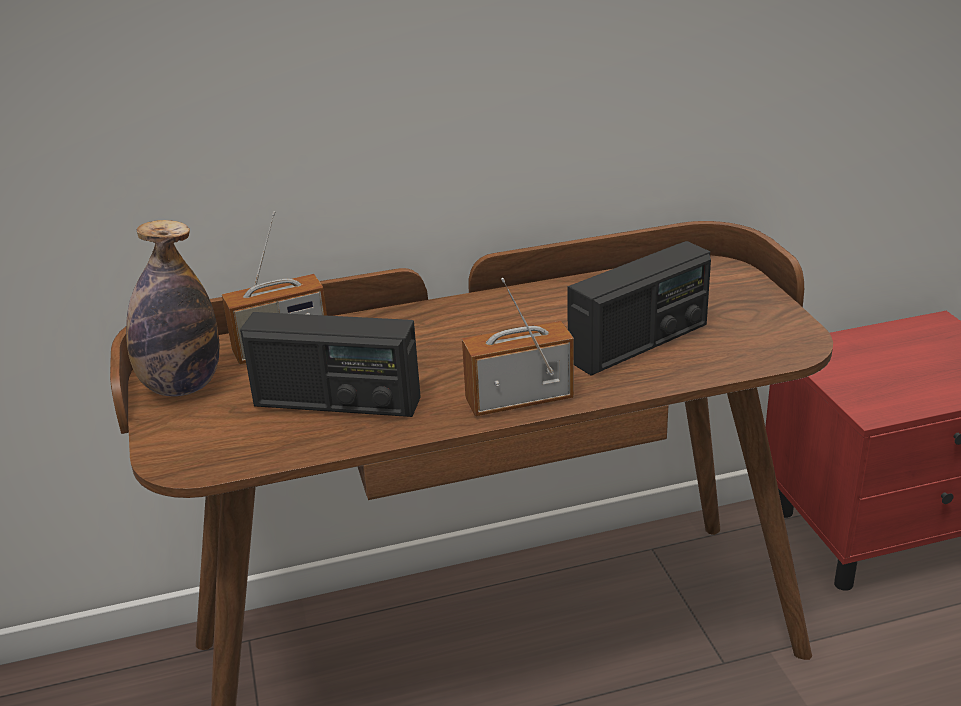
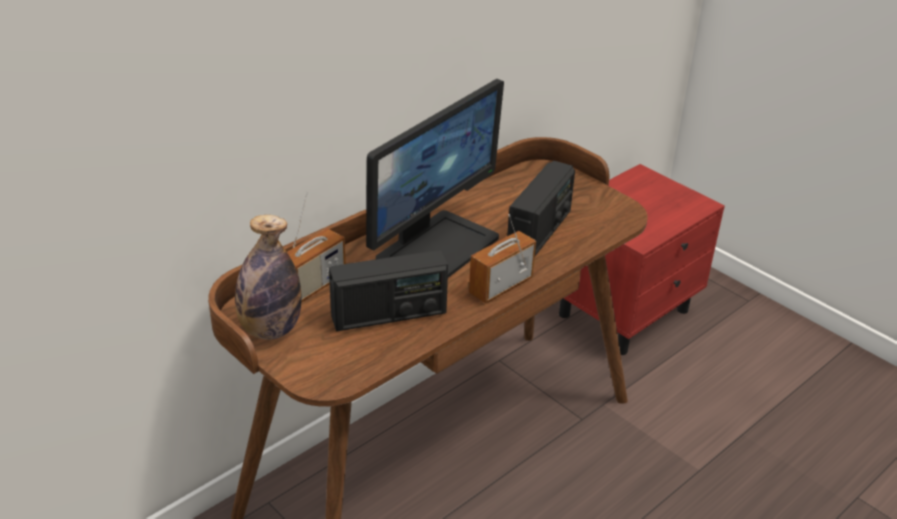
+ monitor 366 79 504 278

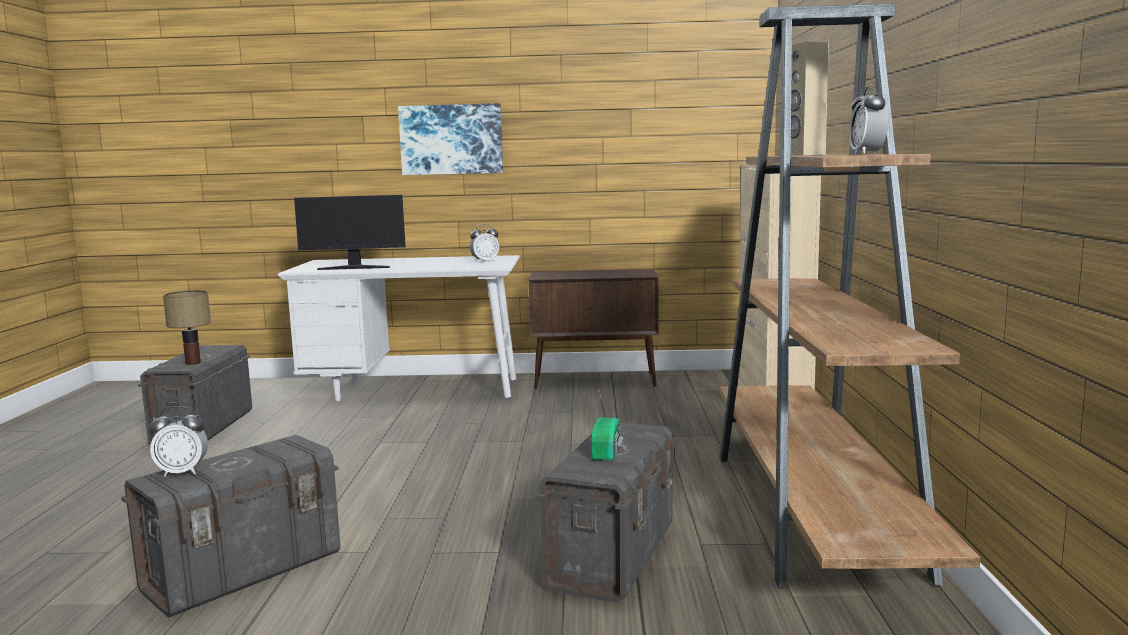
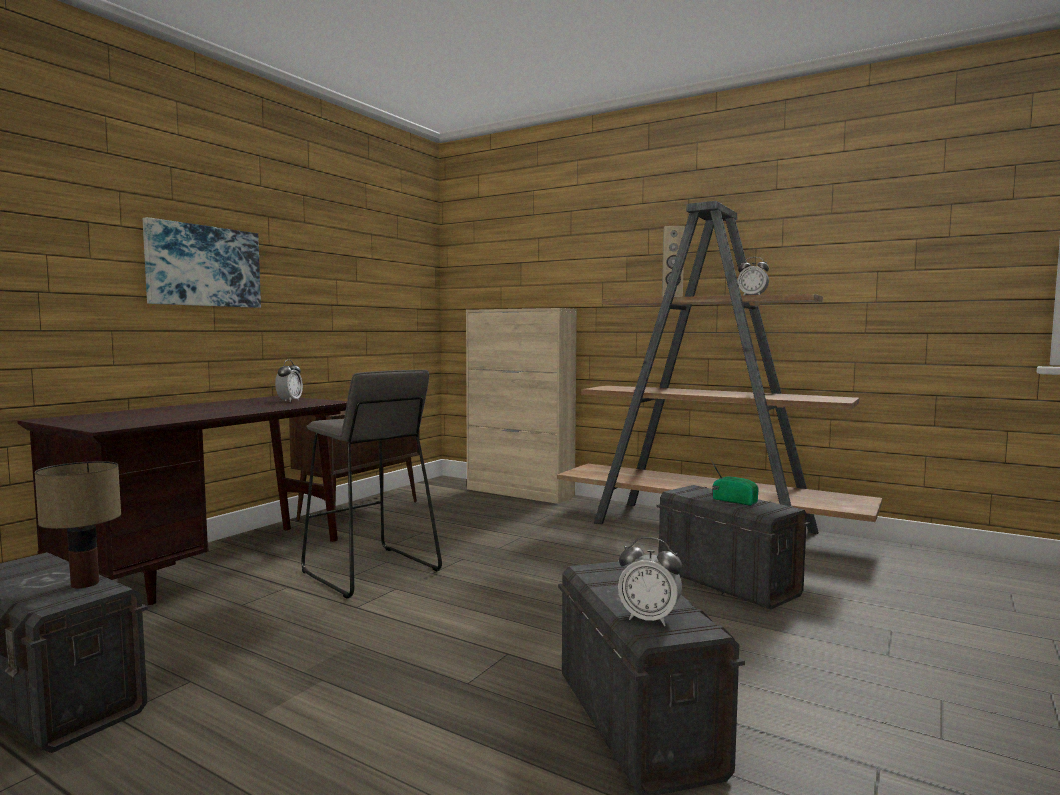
~ biurko (biały) 278 255 520 401 to biurko (brązowy) 17 396 347 605
+ stołek (szary) 301 370 442 599
~ budzik 149 406 208 477 = 618 537 682 626 90 degrees clockwise
- monitor 294 195 406 270

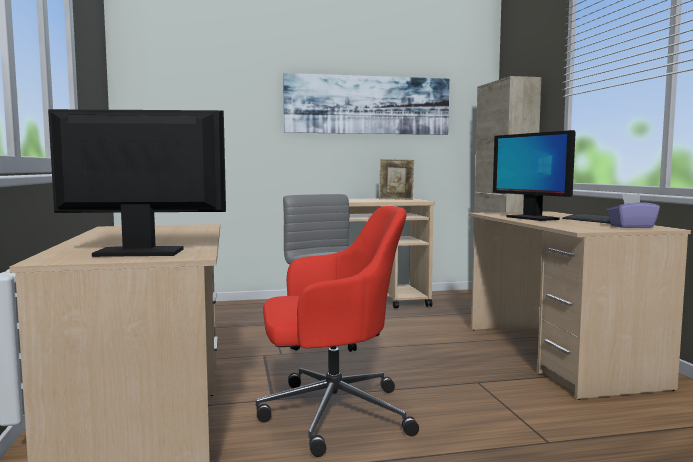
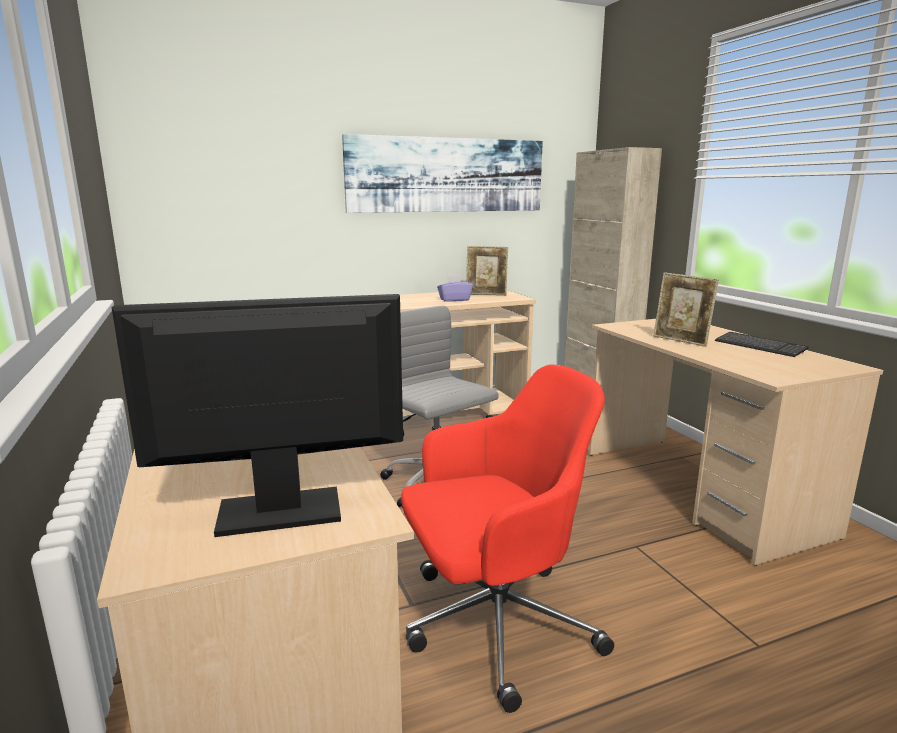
~ pudełko chusteczek (fioletowy) 607 194 660 228 to 437 274 473 302
~ monitor 493 130 576 221 to ramka na zdjęcie 653 272 719 347

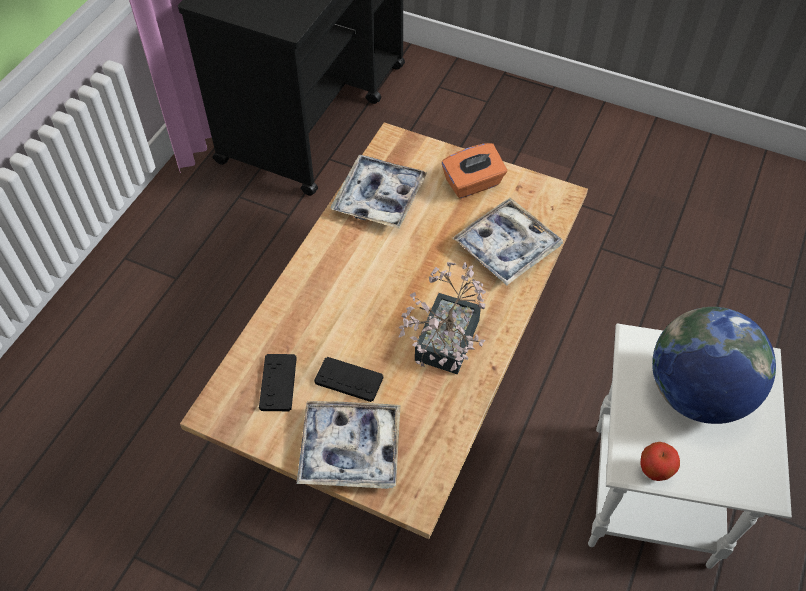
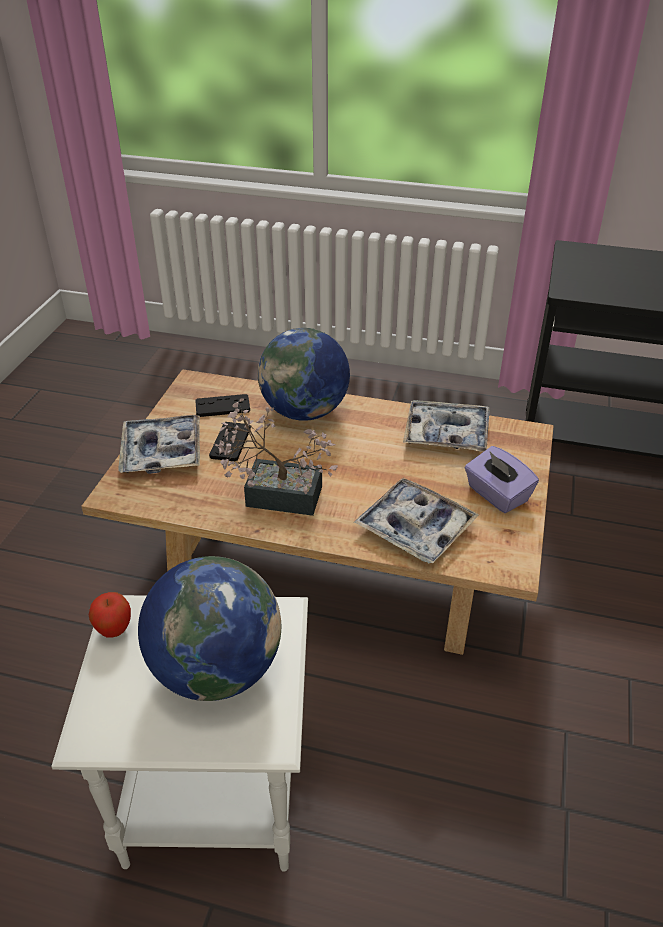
+ globus 258 328 350 421
~ pudełko chusteczek (pomarańczowy) 442 143 507 198 to pudełko chusteczek (fioletowy) 465 446 539 513

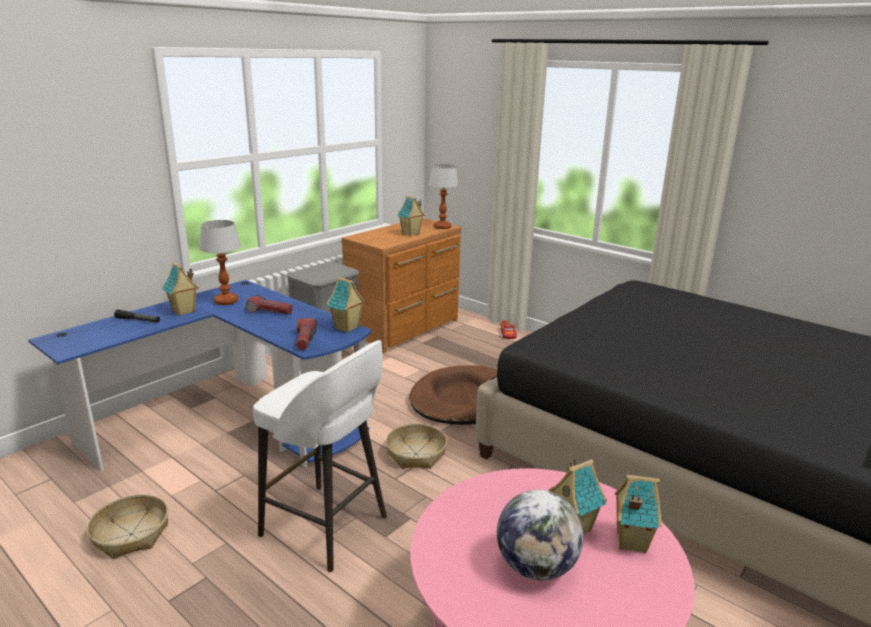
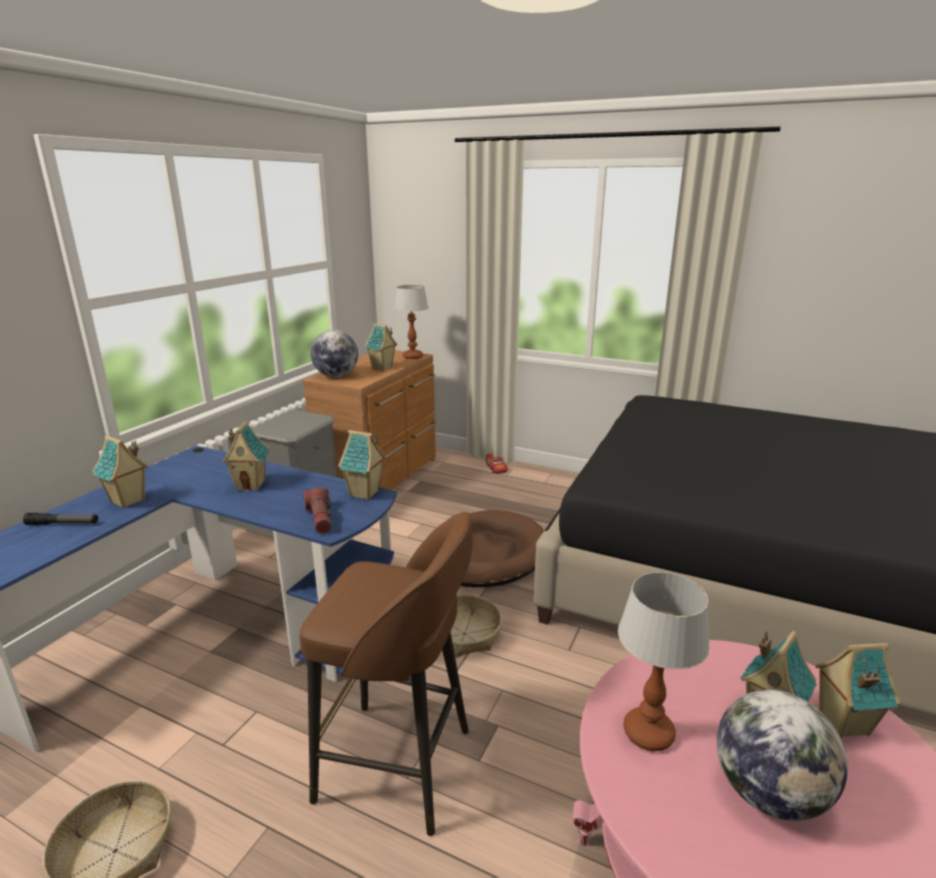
~ latarka 246 295 293 315 to domek 222 421 270 491
~ stołek (biały) 253 340 387 572 to stołek (brązowy) 300 512 473 836
+ globus 310 330 358 377
~ lampa stołowa 199 220 241 305 to 618 572 710 751

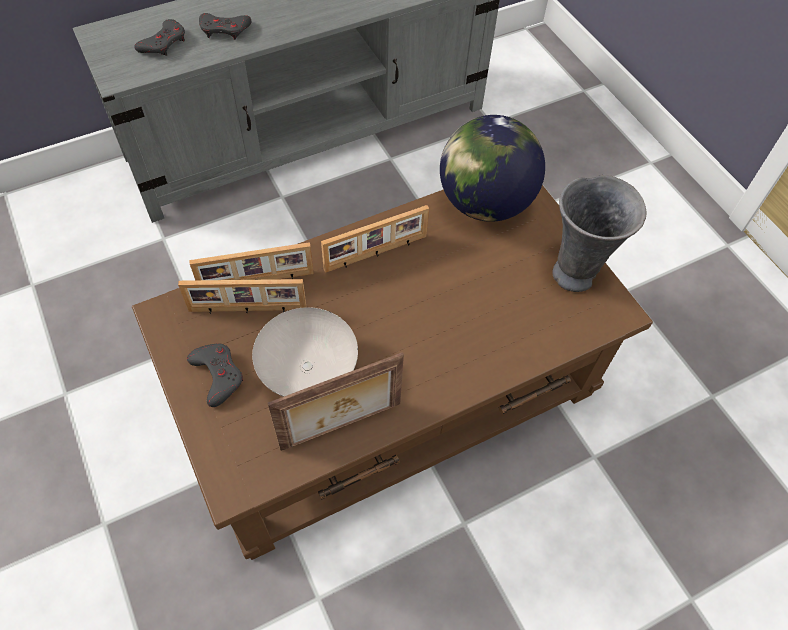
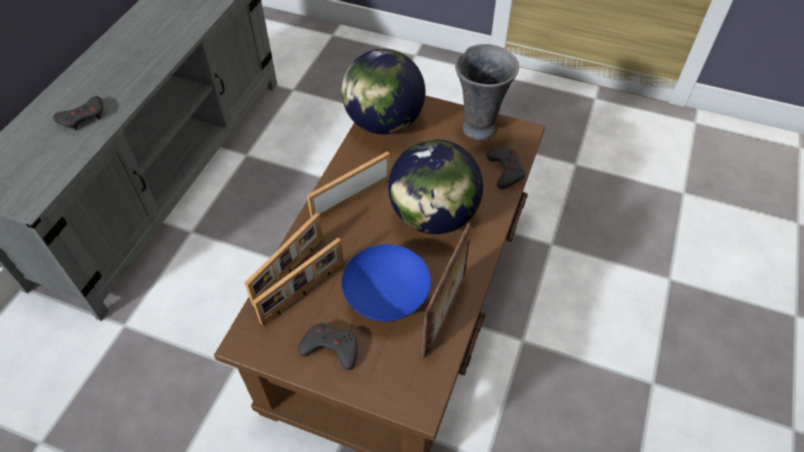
~ ramka na zdjęcie 321 205 429 273 = 307 151 390 218 150 degrees counterclockwise
~ miska (biały) 252 307 358 397 to miska (niebieski) 342 244 431 321
+ globus 388 139 483 234
~ pad do gier (szary) 134 19 185 56 to 486 148 526 189

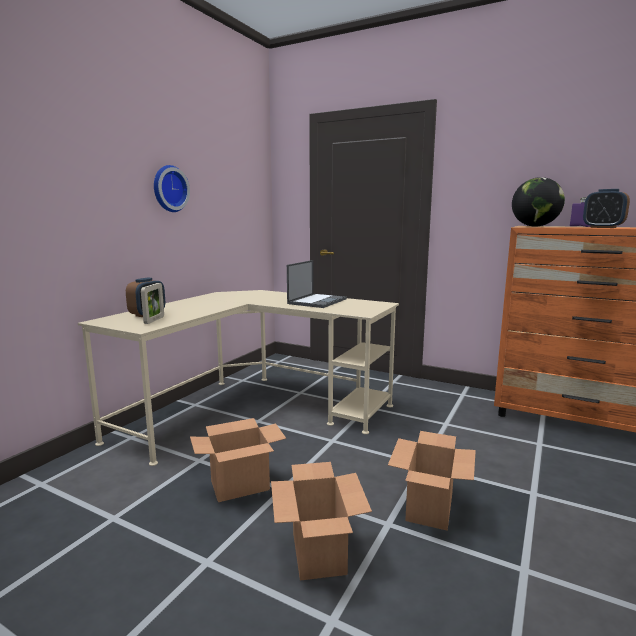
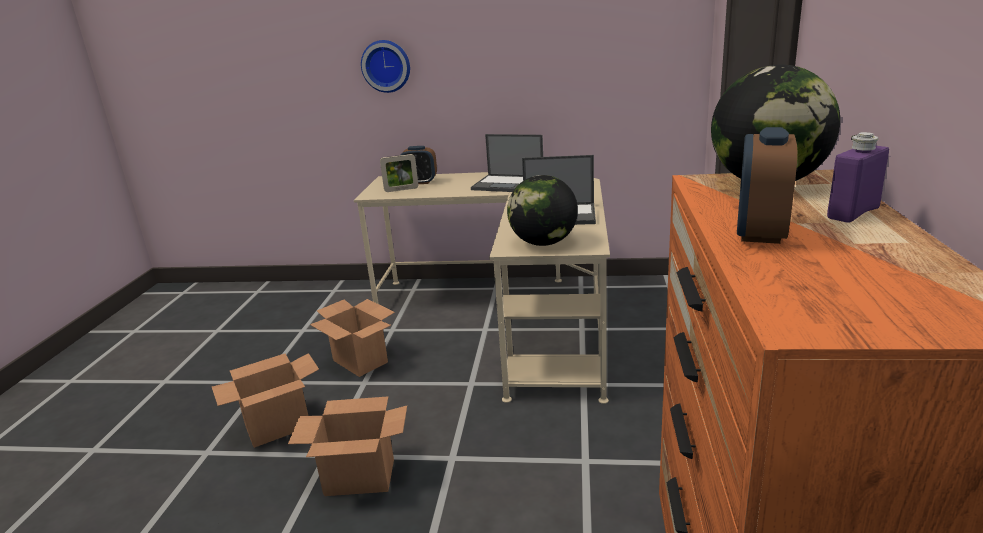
~ zegar ścienny 154 165 190 212 to 361 40 410 93
+ laptop 471 134 543 192
+ globus 507 175 578 246

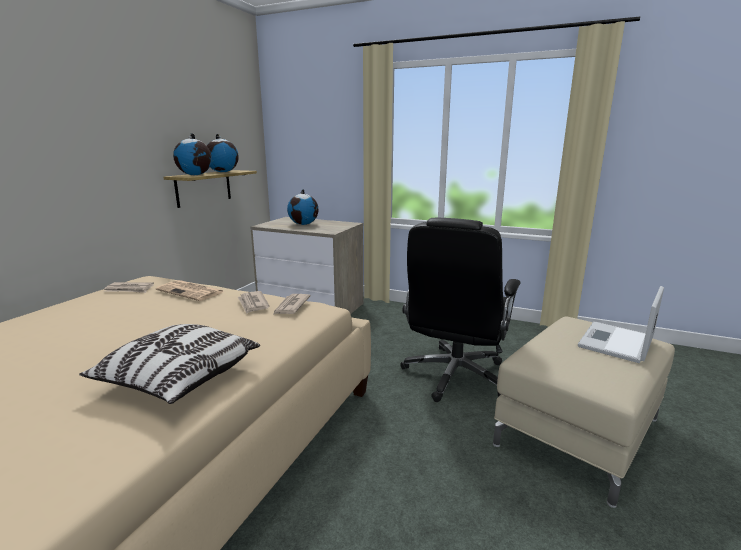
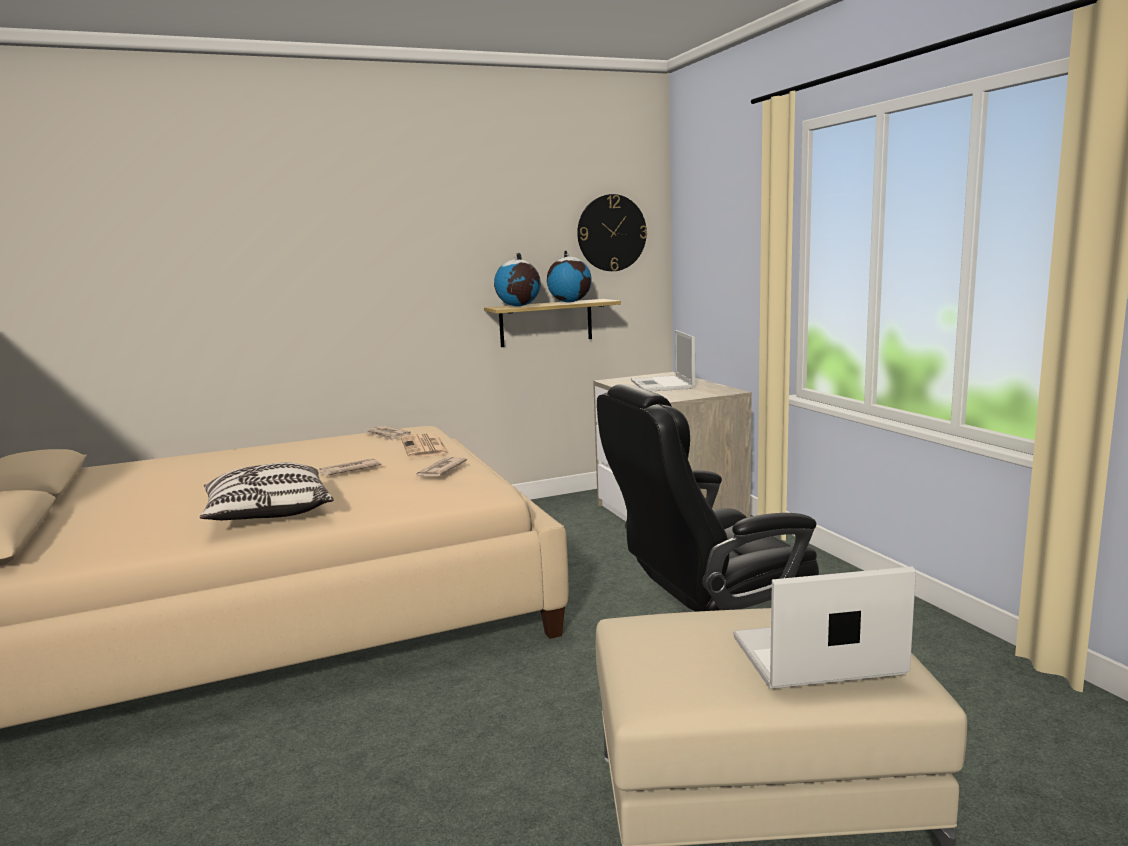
~ gazeta 274 294 310 314 to 319 458 381 476
+ zegar ścienny 577 194 647 271
~ globus 287 189 319 225 to laptop 631 330 695 391

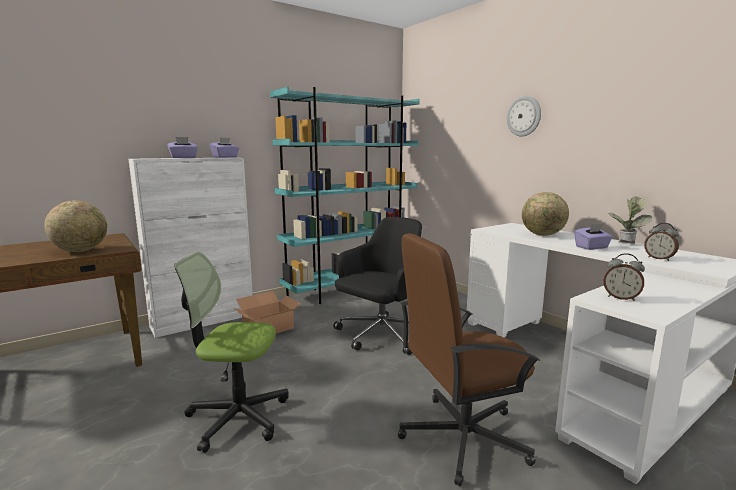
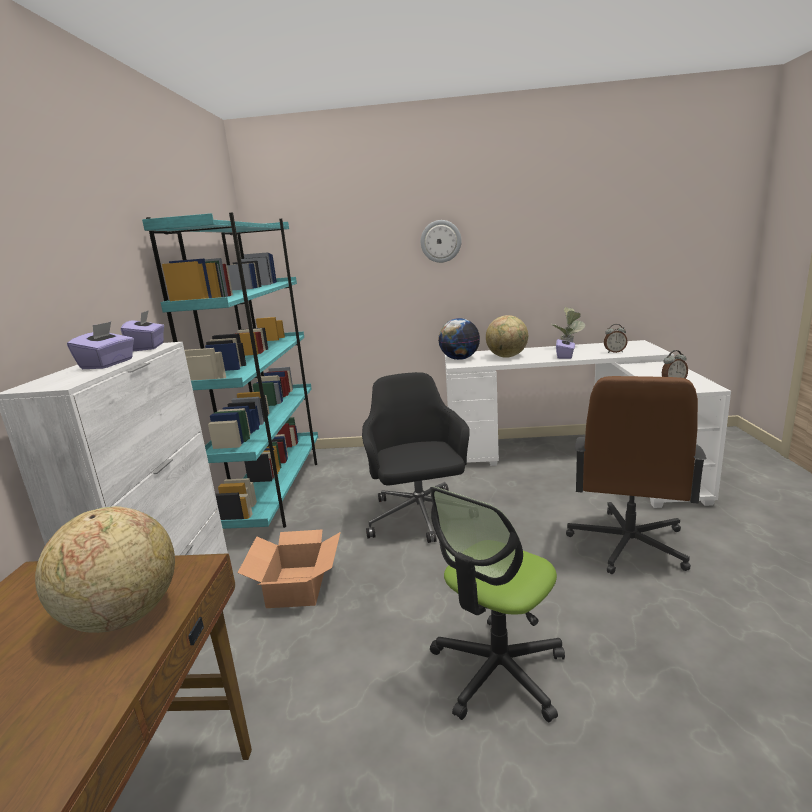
+ globus 438 318 480 360

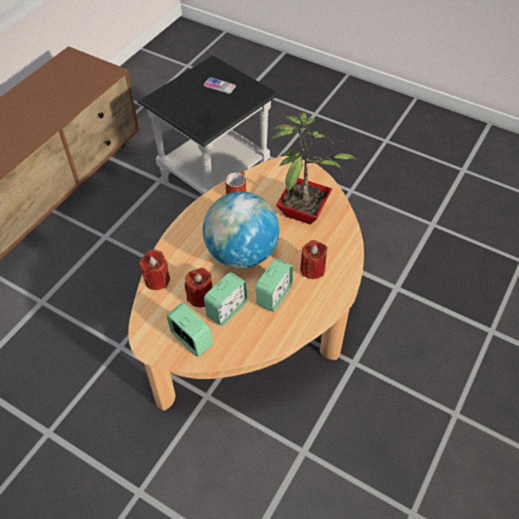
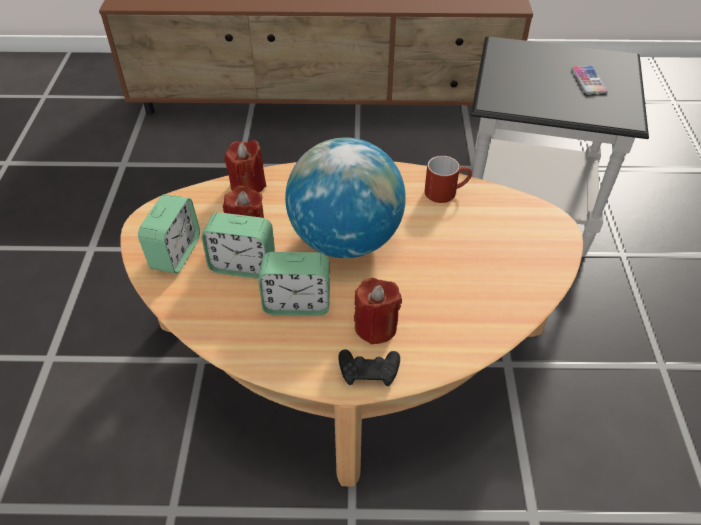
+ pad do gier (czarny) 338 349 400 386
- roślina doniczkowa 271 113 358 225

